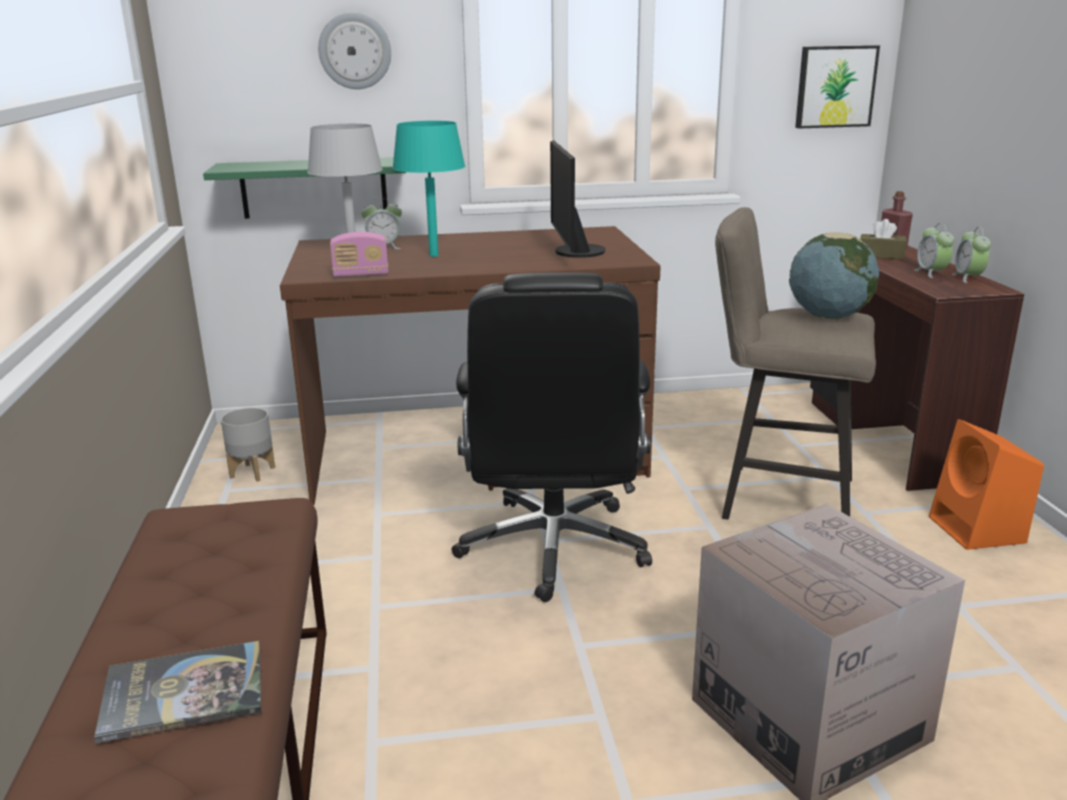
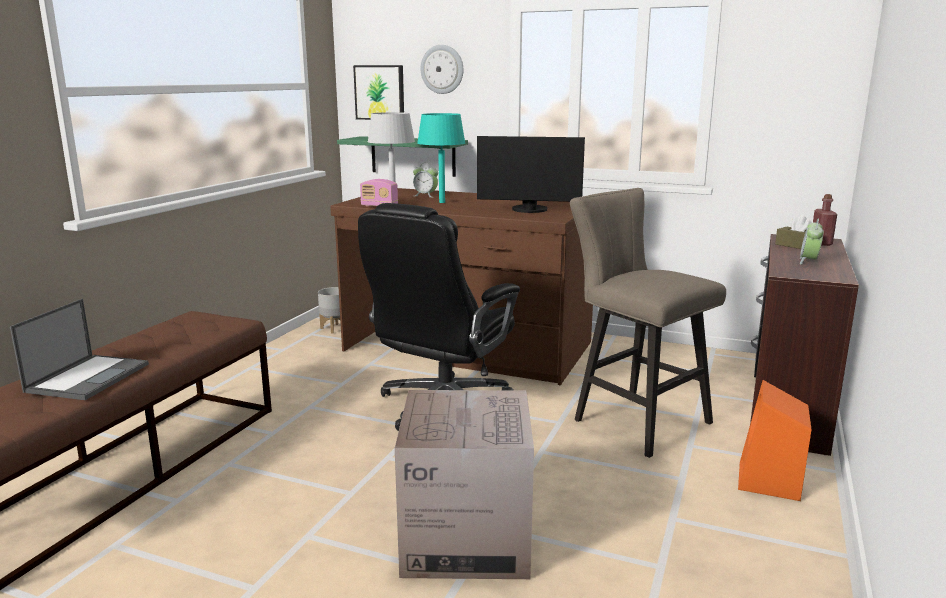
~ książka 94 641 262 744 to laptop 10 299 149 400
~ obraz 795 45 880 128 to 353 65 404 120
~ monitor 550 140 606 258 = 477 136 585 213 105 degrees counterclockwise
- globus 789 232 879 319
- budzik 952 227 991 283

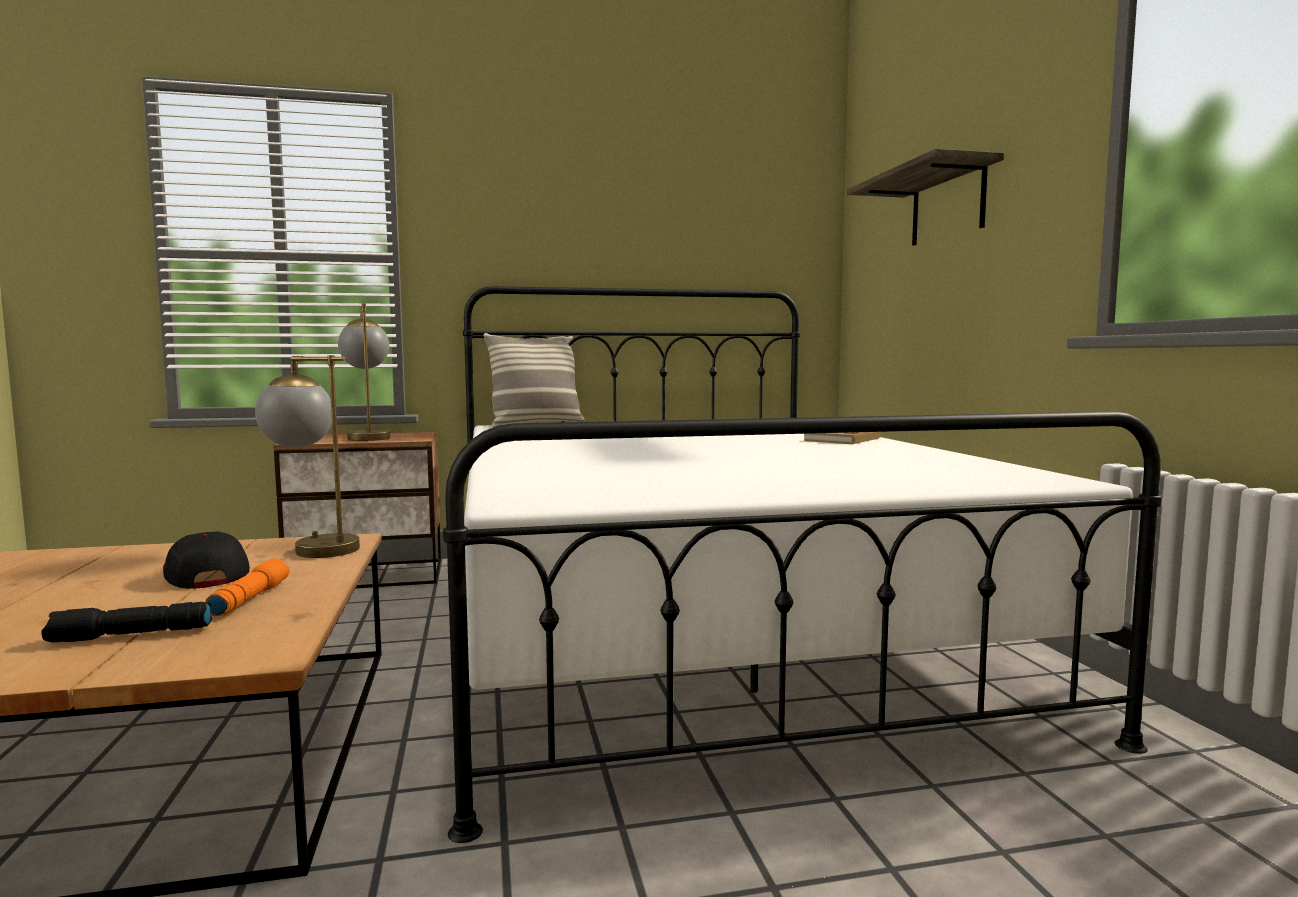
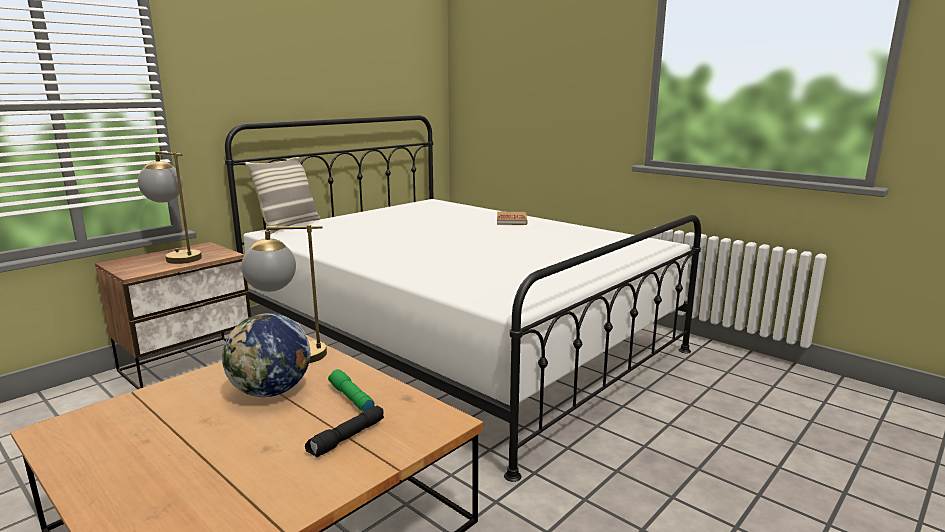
~ czapka z daszkiem 163 532 250 589 to globus 222 313 310 397
~ latarka (pomarańczowy) 206 558 290 616 to latarka (zielony) 328 369 375 412
- półka 847 149 1004 246

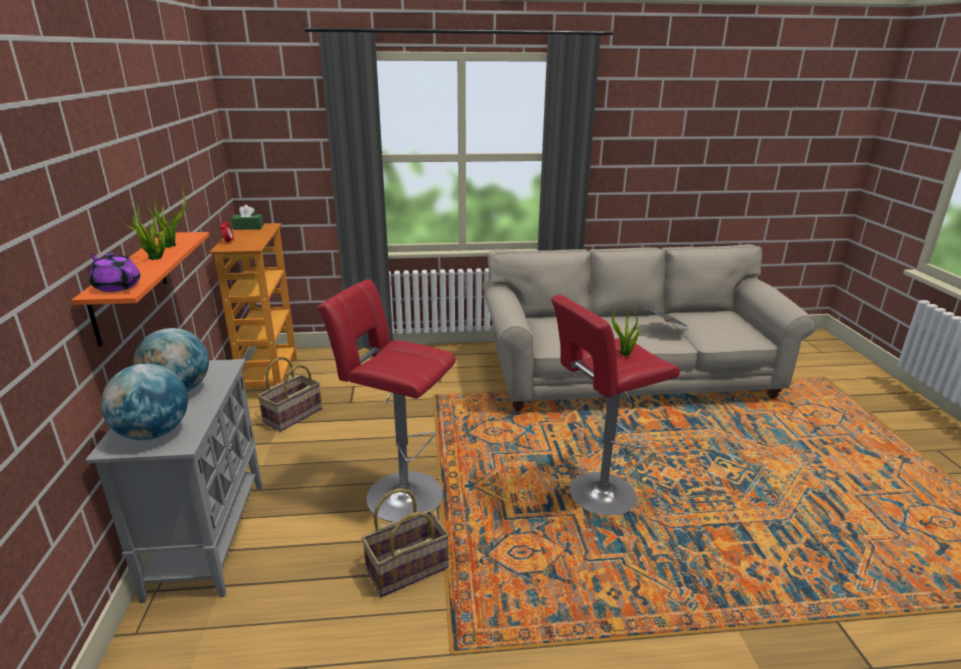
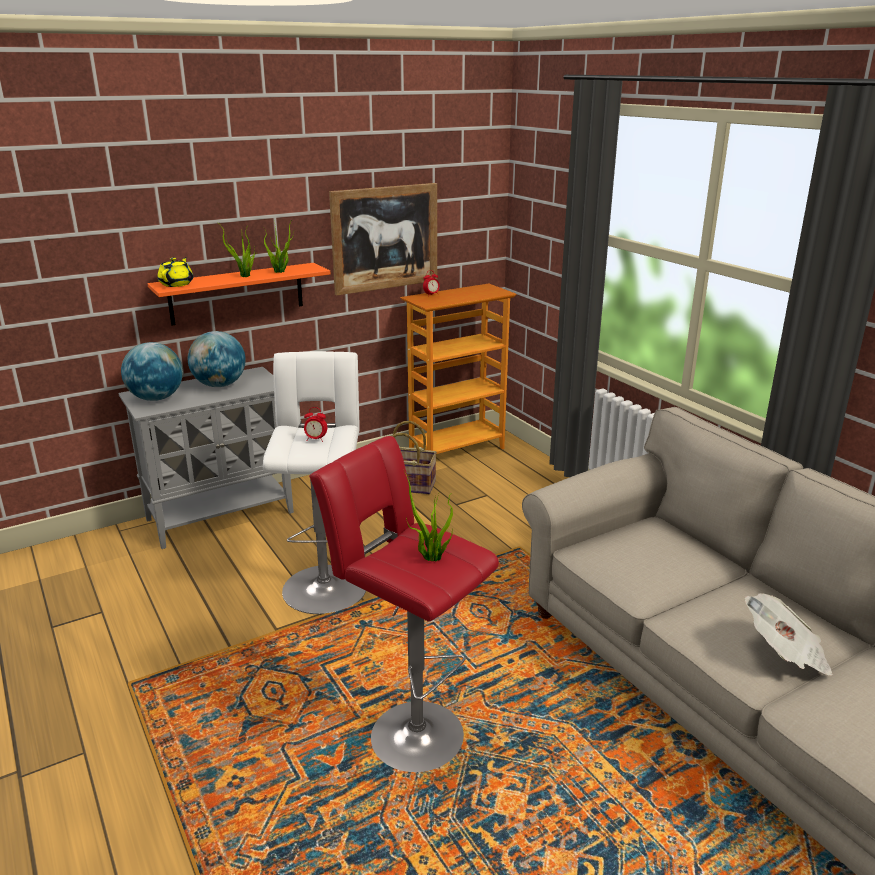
~ imbryk (fioletowy) 89 253 140 292 to imbryk (żółty) 158 257 193 287
~ stołek (czerwony) 317 279 456 522 to stołek (biały) 263 351 366 614
+ budzik 304 407 327 442
+ obraz 329 183 437 296
- pudełko chusteczek (zielony) 231 205 264 230
- koszyk 361 488 450 597

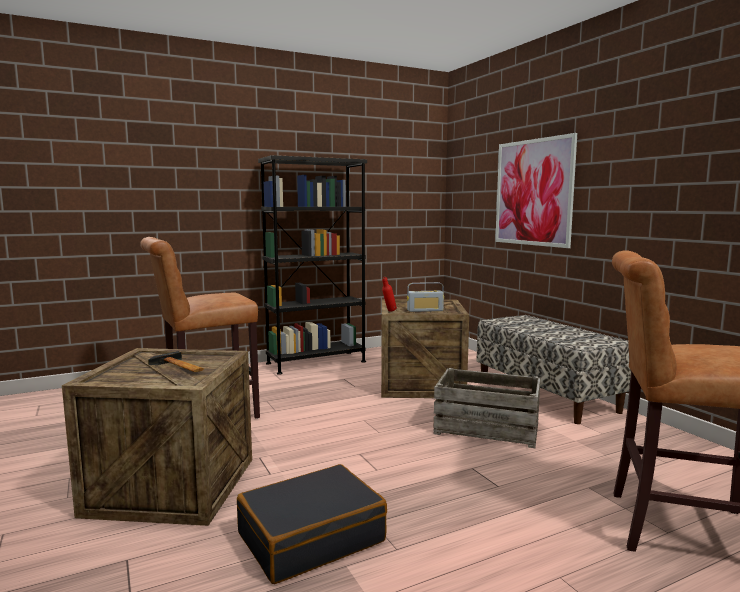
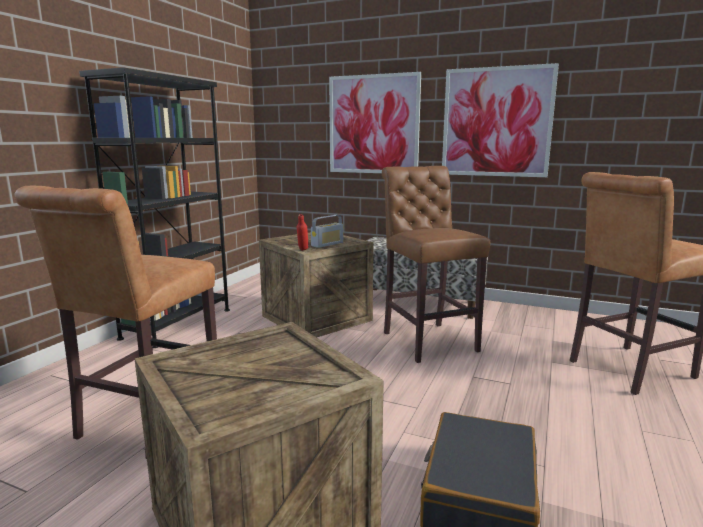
~ skrzynka 433 368 540 448 to stołek (brązowy) 382 166 490 363
+ obraz 442 63 559 177
- młotek 148 351 204 372

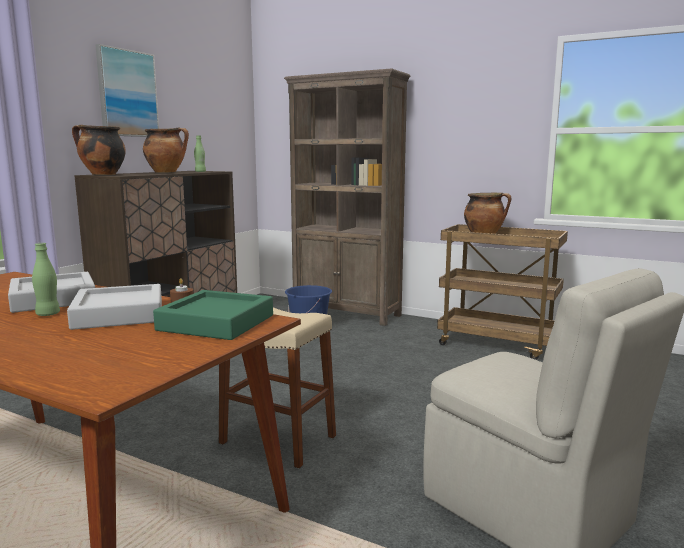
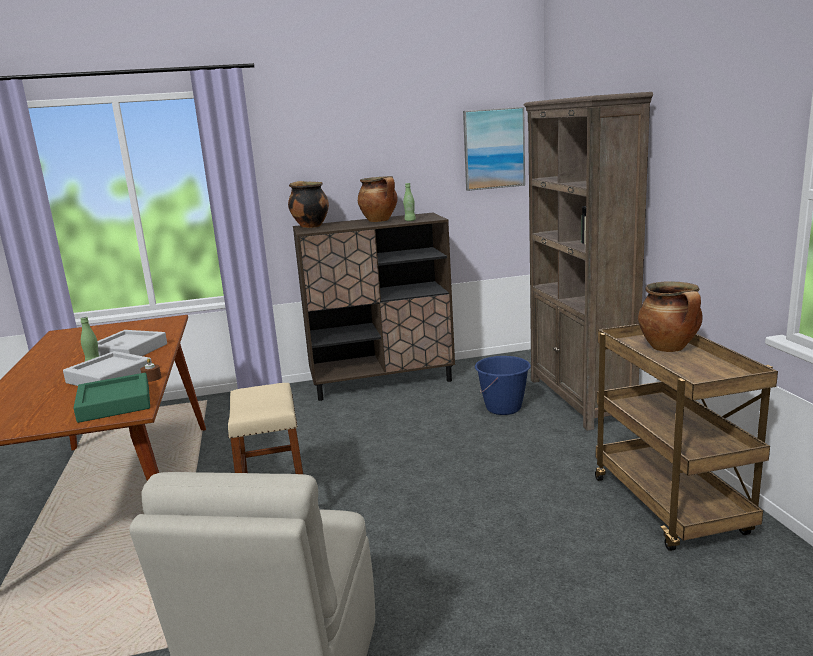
~ obraz 95 44 159 137 to 463 107 525 191

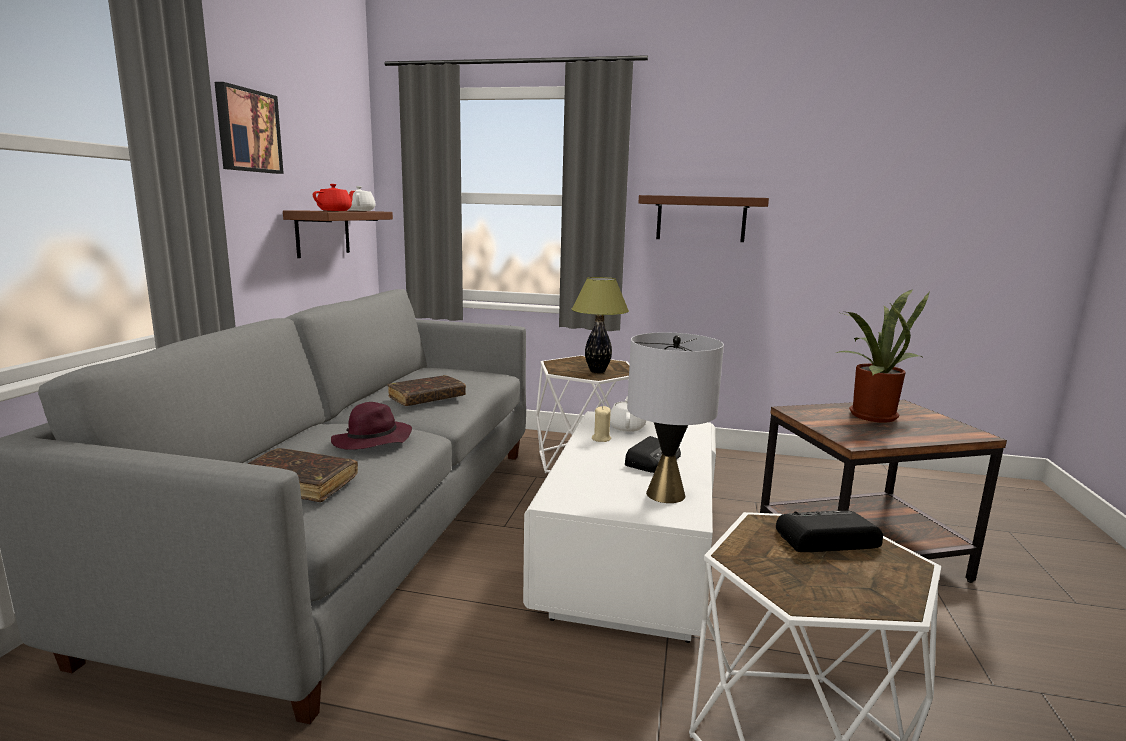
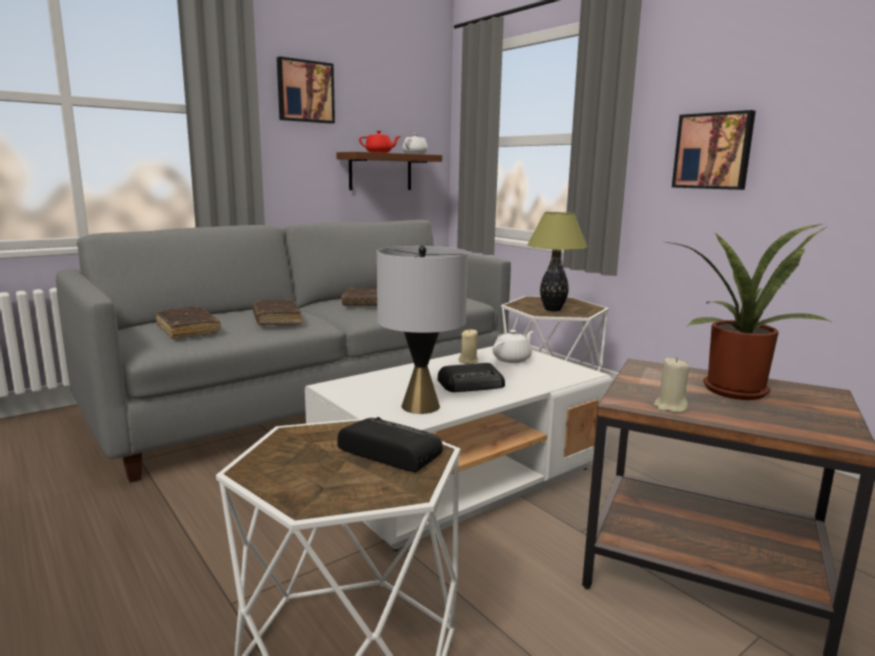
~ kapelusz (fioletowy) 331 402 412 450 to książka (brązowy) 252 299 302 325
+ świeca (beżowy) 654 357 690 413
~ półka (brązowy) 638 195 769 242 to obraz 672 110 756 190

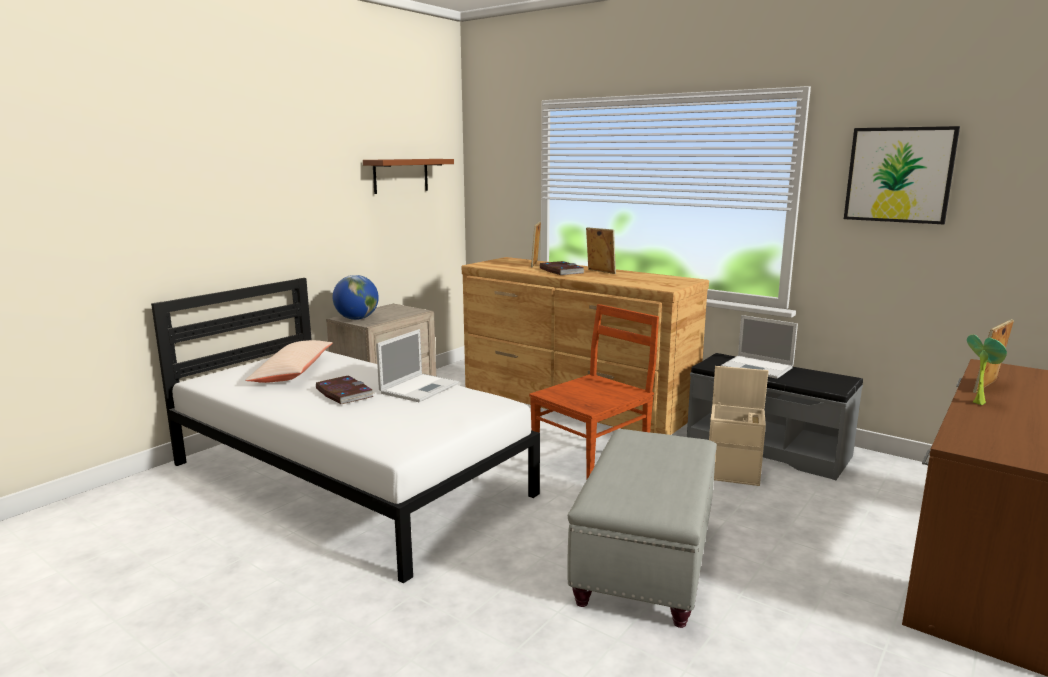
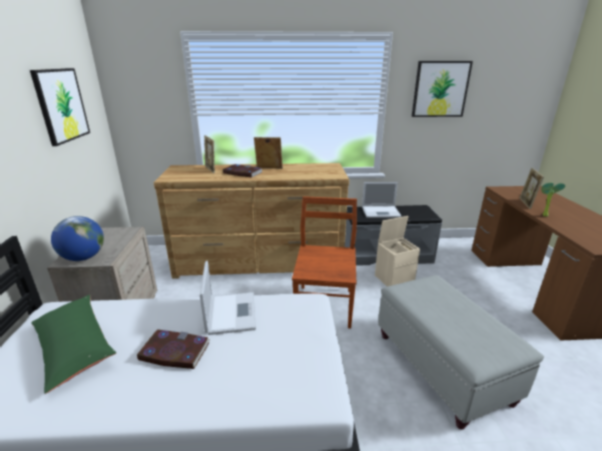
~ półka (brązowy) 363 159 454 194 to obraz 30 68 90 146
~ poduszka (beżowy) 245 340 333 383 to poduszka (zielony) 31 295 116 394

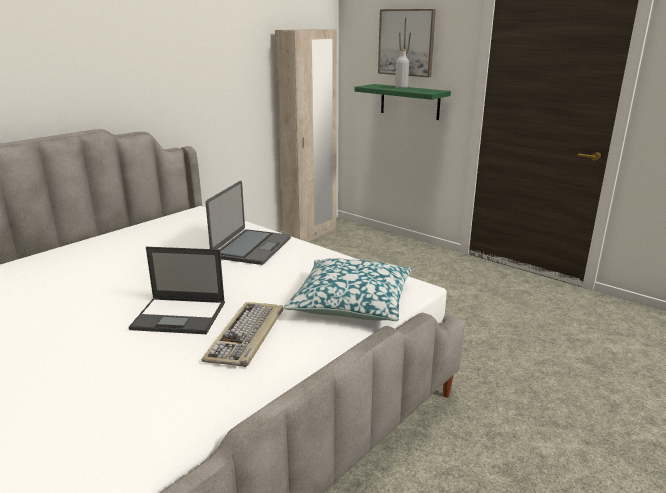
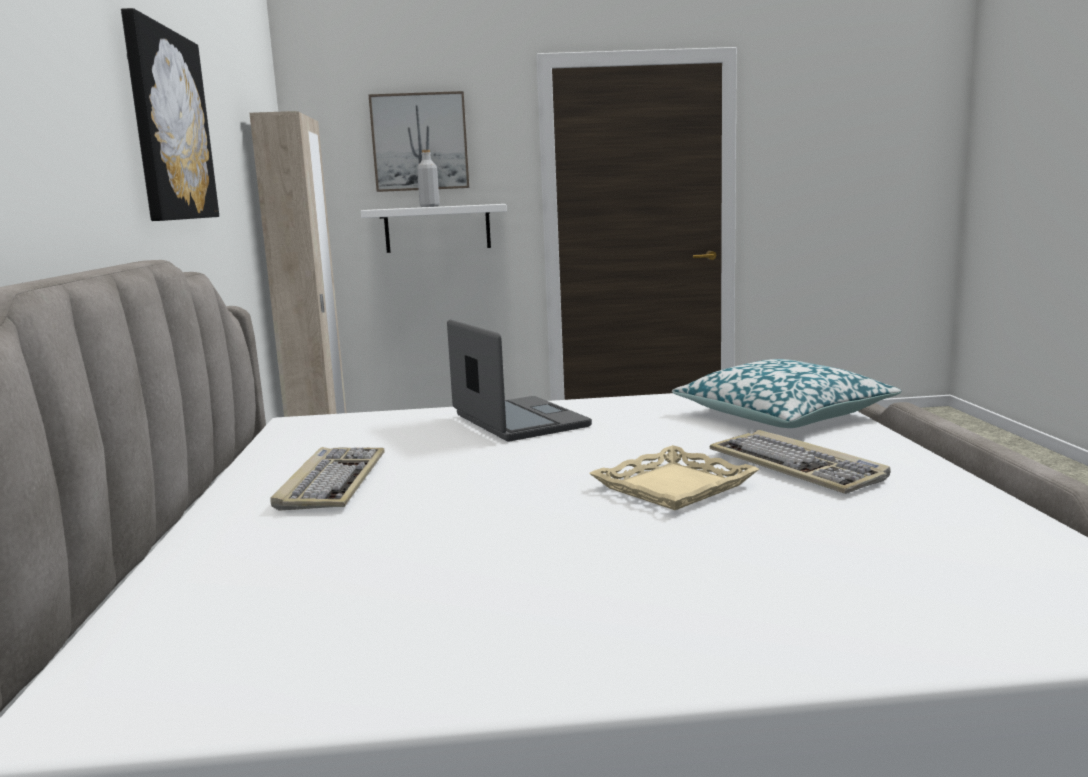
+ obraz 121 8 219 221
+ klawiatura 271 447 385 511
~ półka (zielony) 354 84 451 120 to półka (biały) 361 204 507 253
~ laptop 129 247 225 334 to taca (beżowy) 589 445 759 510

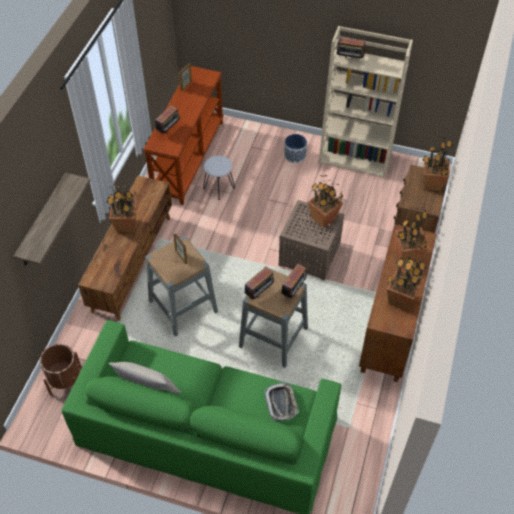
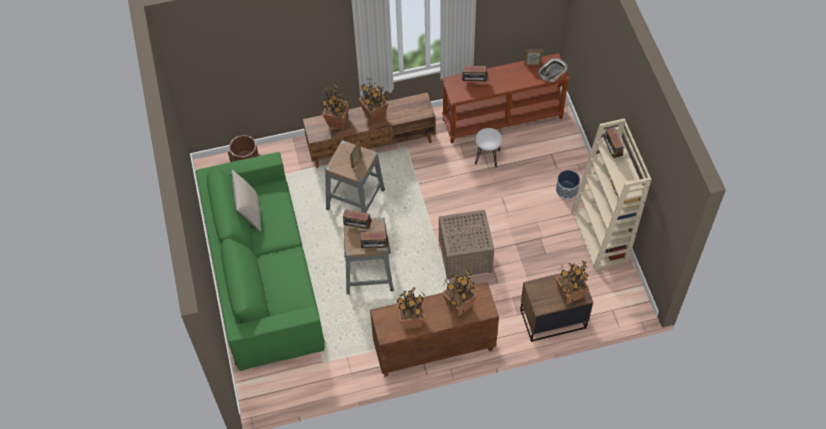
~ roślina doniczkowa 308 175 343 228 to 322 83 350 129
~ taca 264 382 299 421 to 537 58 568 82
- półka 13 173 90 265

